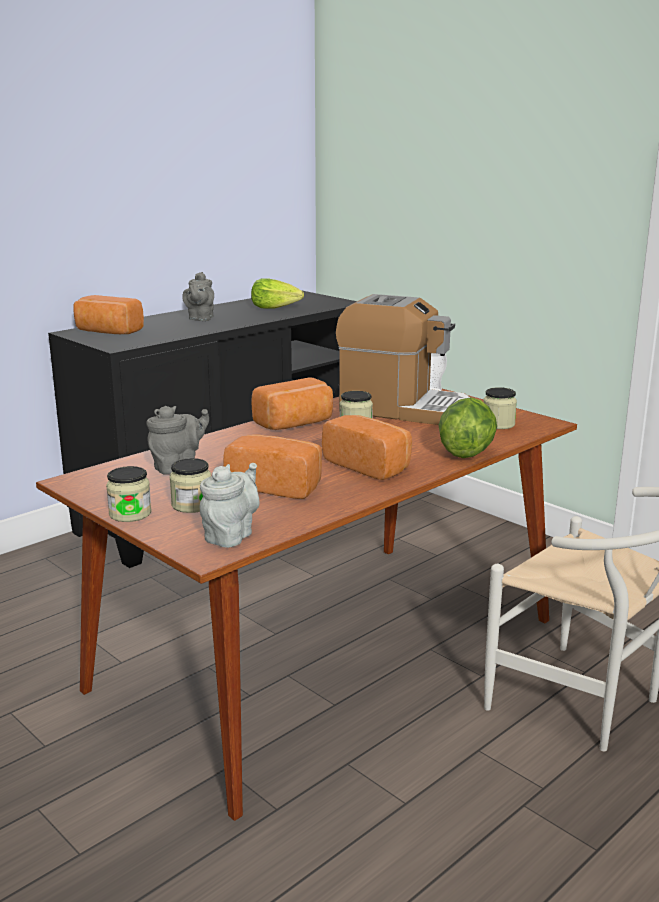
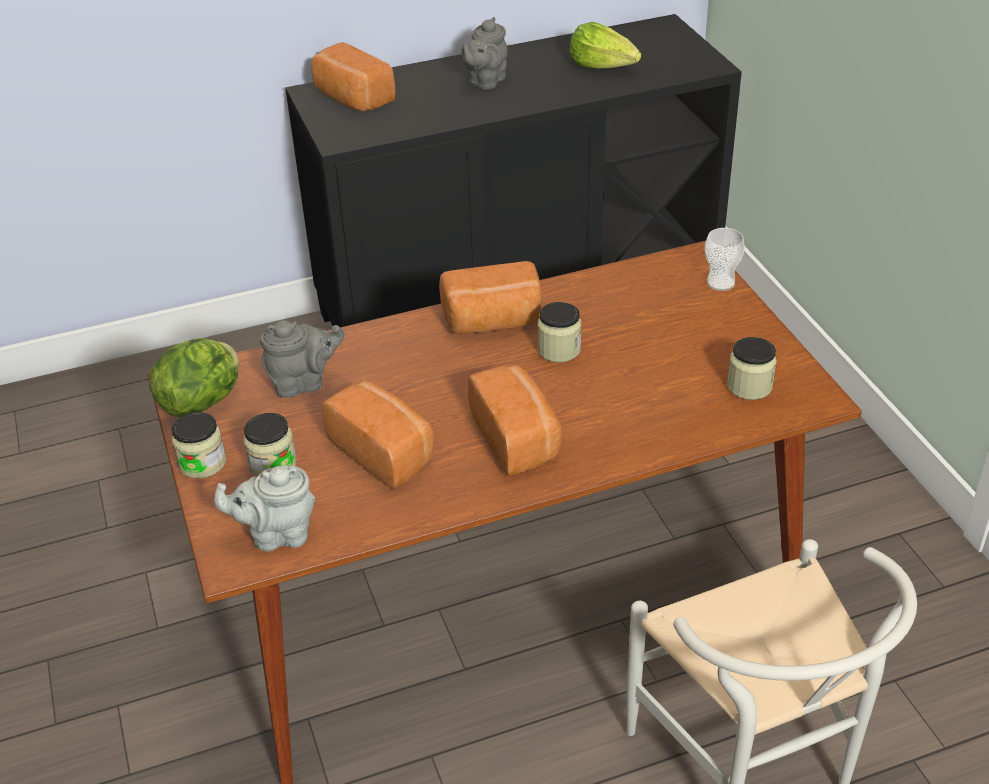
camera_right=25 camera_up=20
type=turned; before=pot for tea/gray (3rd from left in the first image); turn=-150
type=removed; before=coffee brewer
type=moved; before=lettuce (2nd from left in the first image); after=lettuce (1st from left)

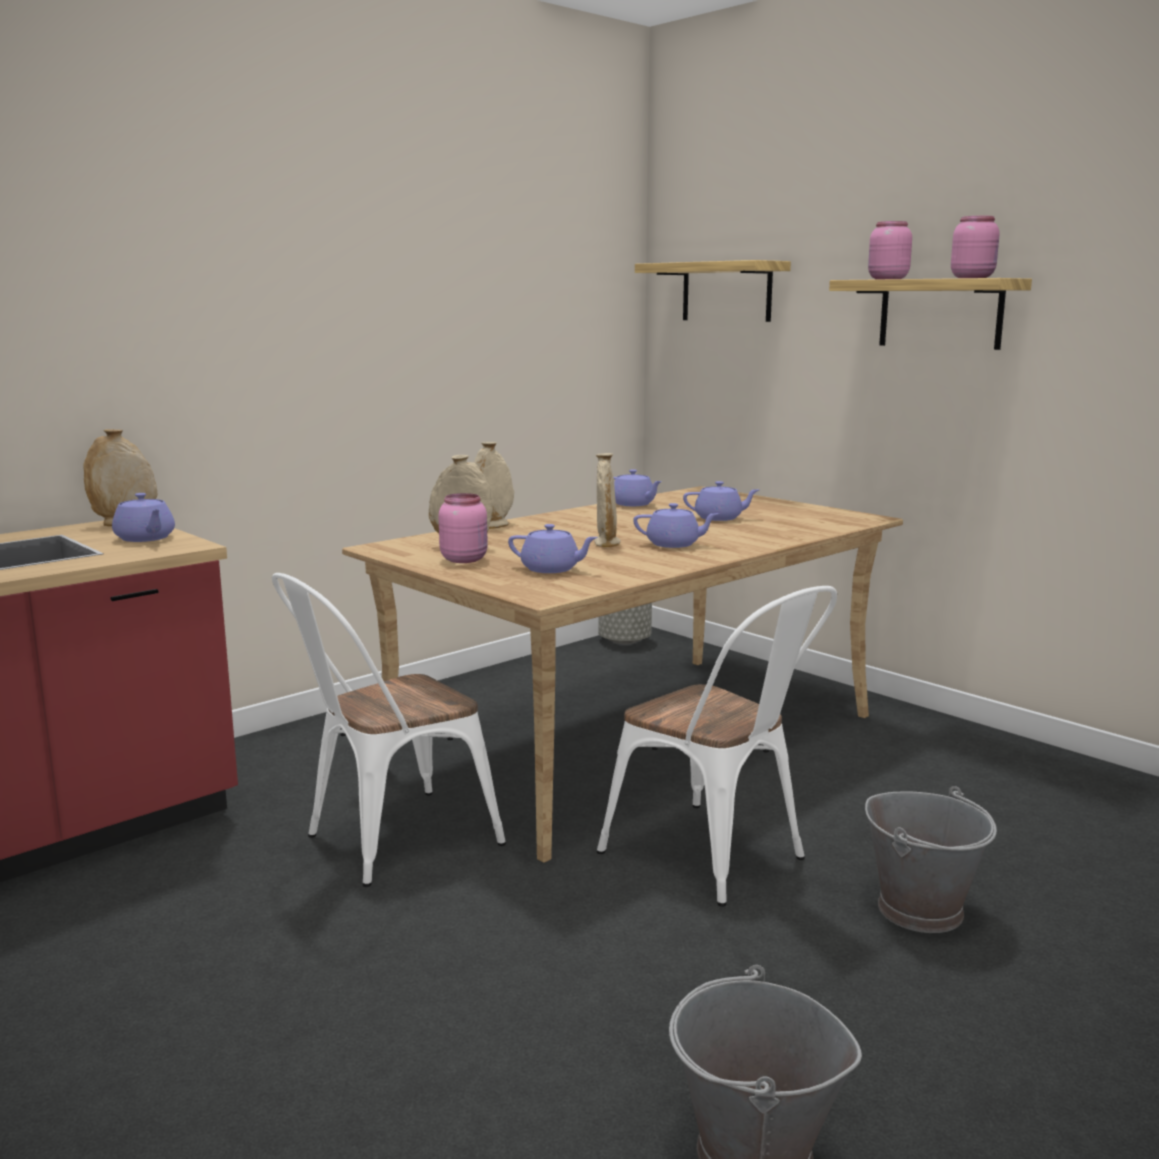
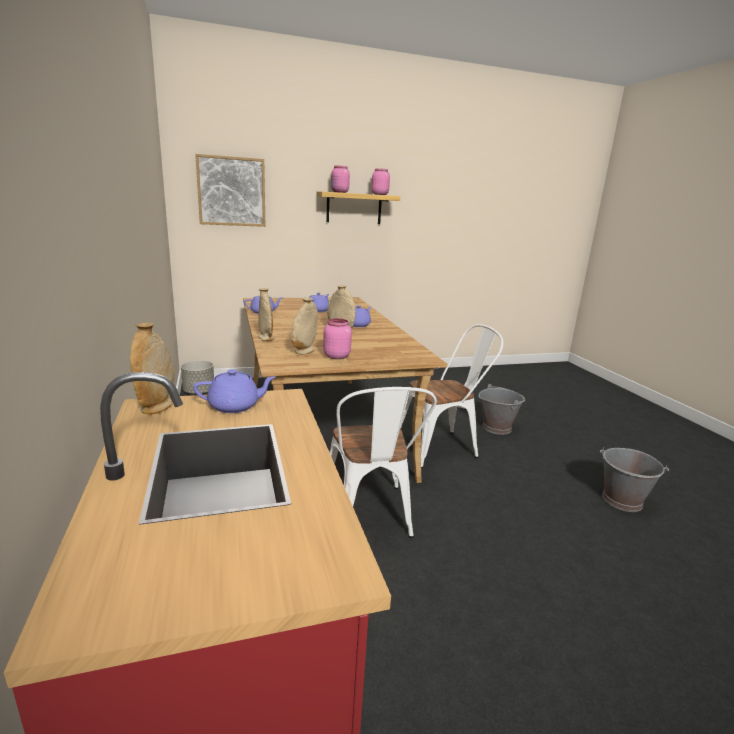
camera_right=-65 camera_up=5
type=removed; before=pot for tea/purple (2nd from left)
type=replaced; before=shelf (1st from left); after=wall picture

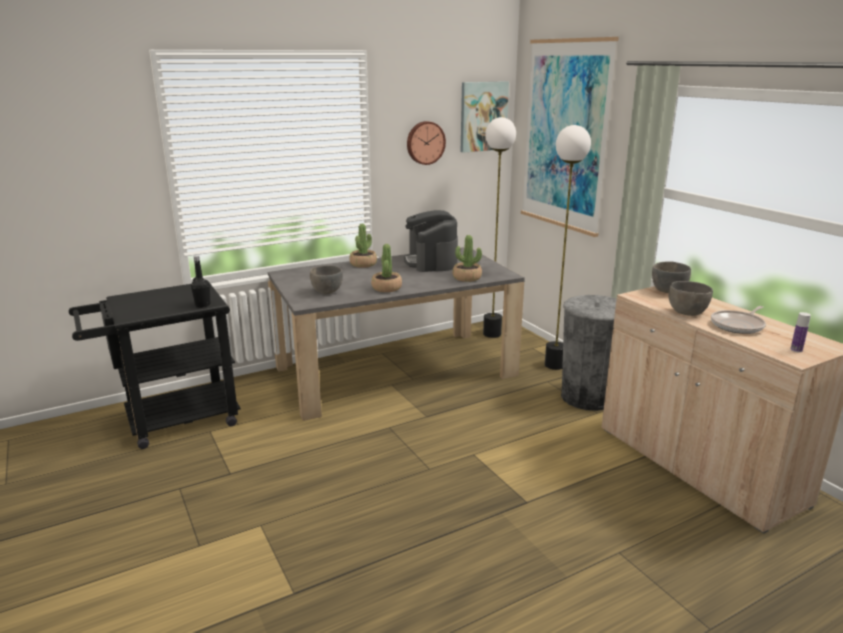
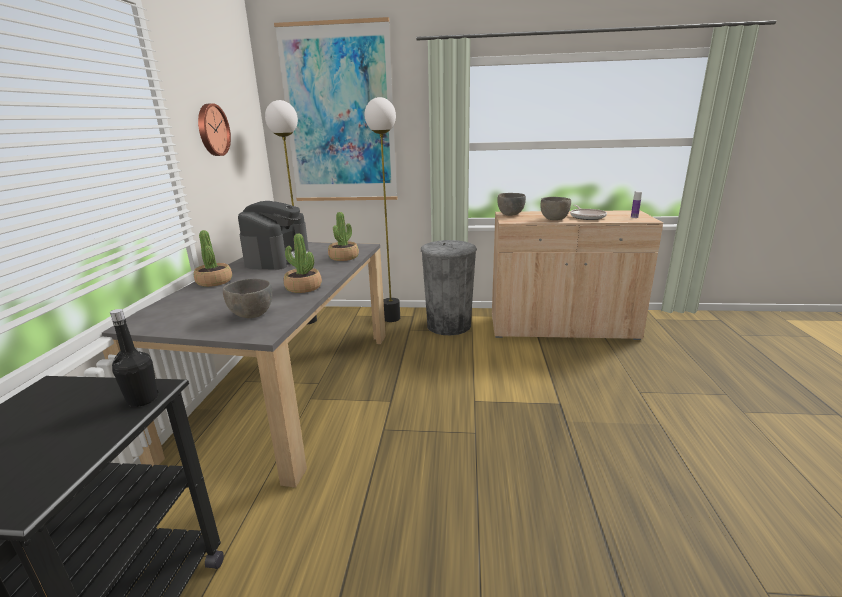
camera_right=-55 camera_up=0
type=turned; before=coffee brewer; turn=-105
type=removed; before=wall picture (1st from left)

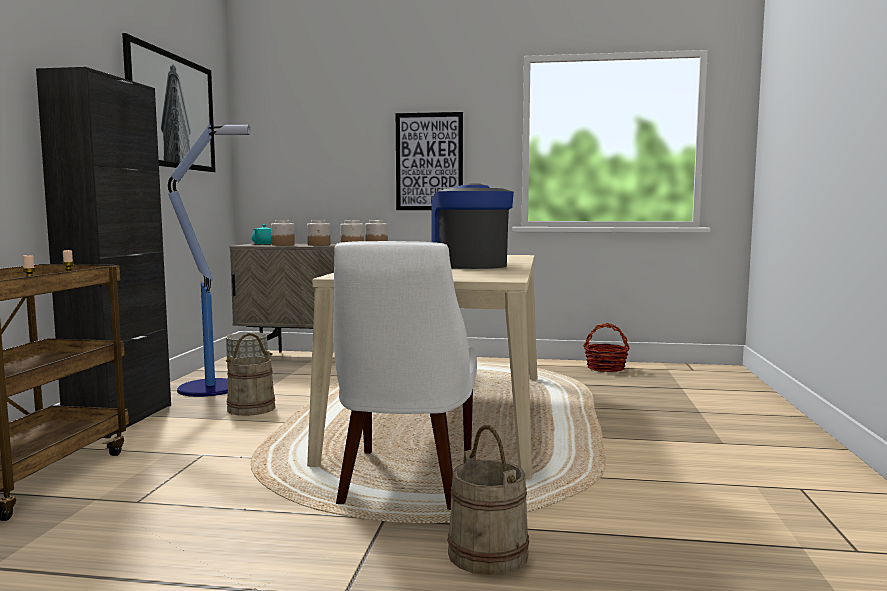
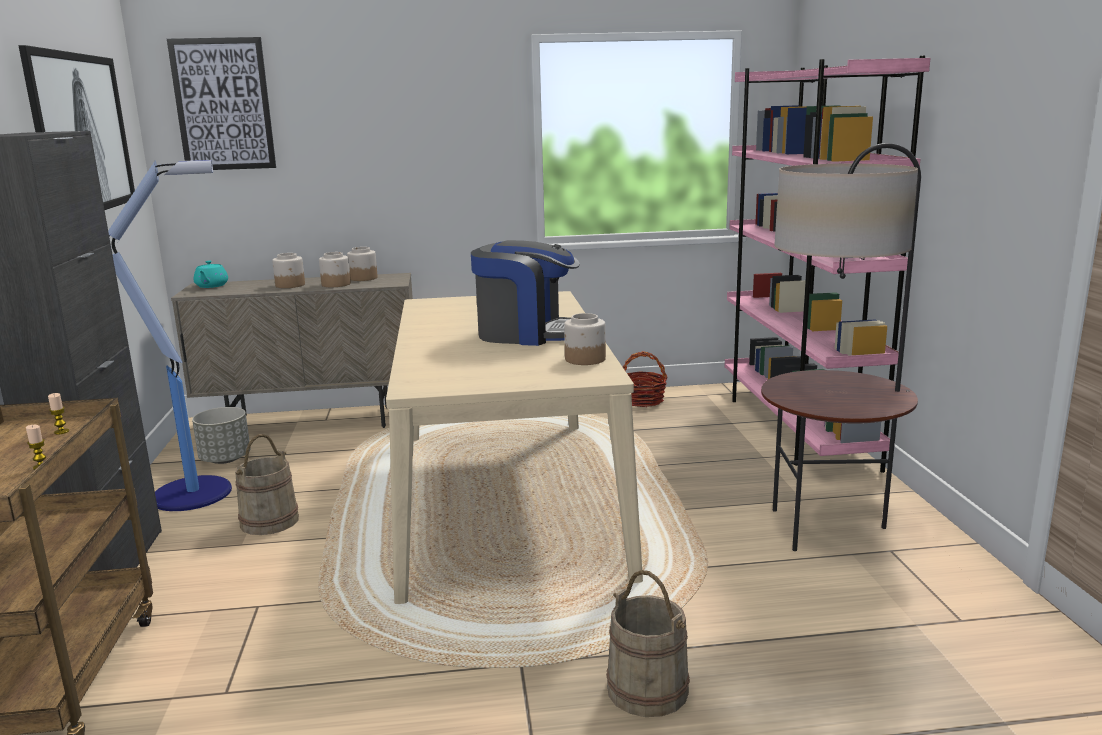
camera_right=-15 camera_up=10
type=moved; before=storage jar (1st from left in the first image); after=storage jar (4th from left)
type=removed; before=chair/white
type=moved; before=wall picture (2nd from left)
type=turned; before=coffee brewer; turn=135
type=added; after=shelving unit/pink-coloured
type=added; after=standing lamp (2nd from left)

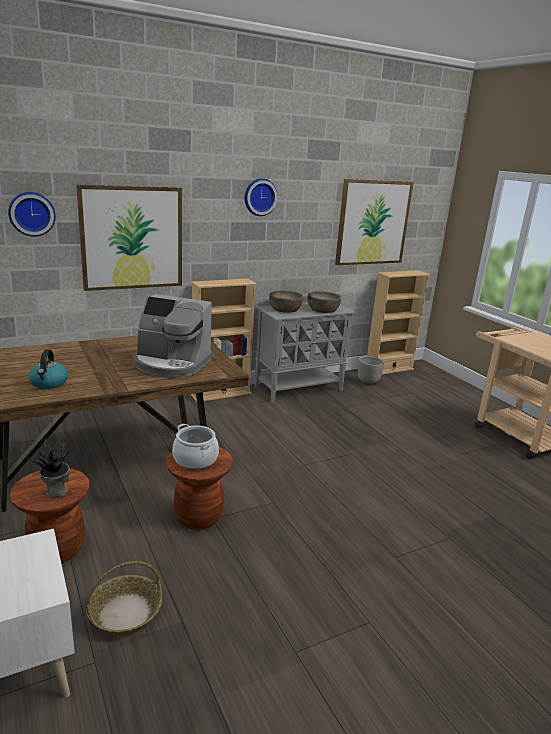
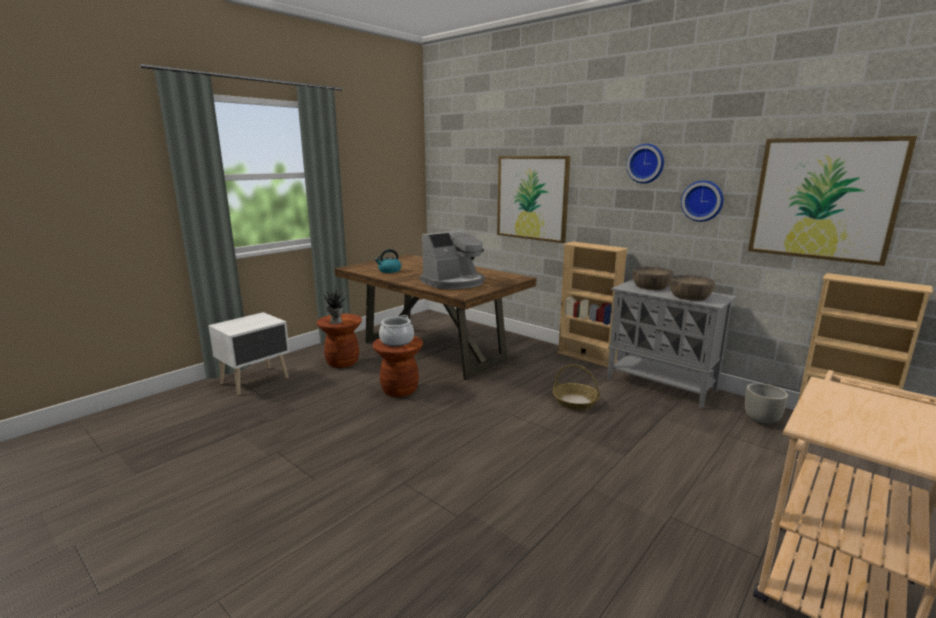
camera_right=70 camera_up=-5
type=moved; before=hanging clock (1st from left in the first image); after=hanging clock (2nd from left)
type=moved; before=basket
type=turned; before=coffee brewer; turn=-120

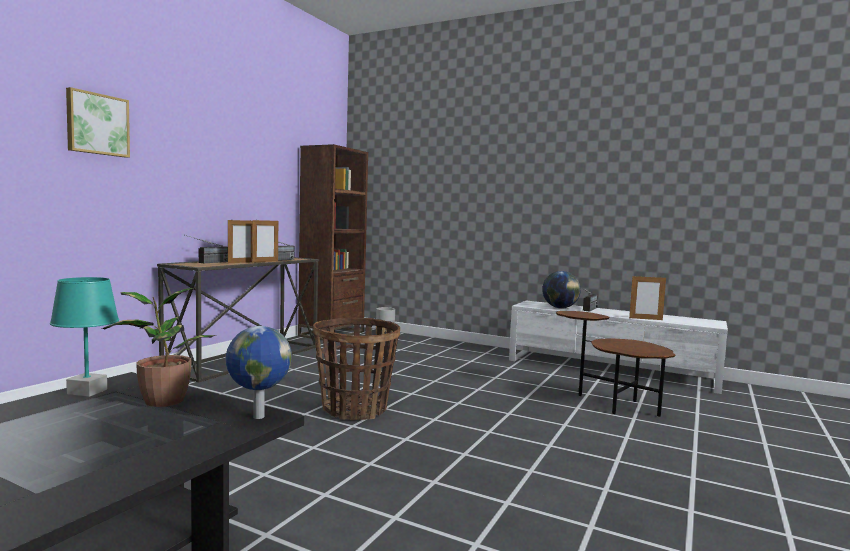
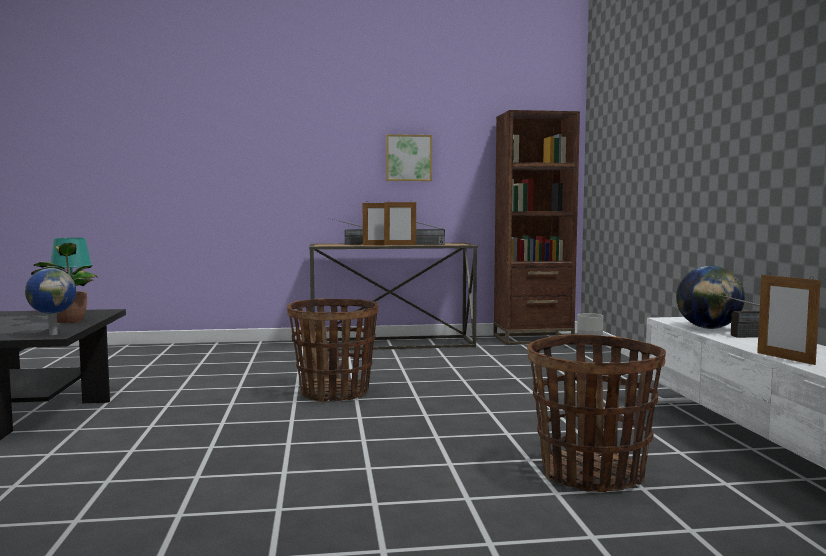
camera_right=55 camera_up=0
type=moved; before=wall picture
type=replaced; before=end table/brownish; after=basket (2nd from left)

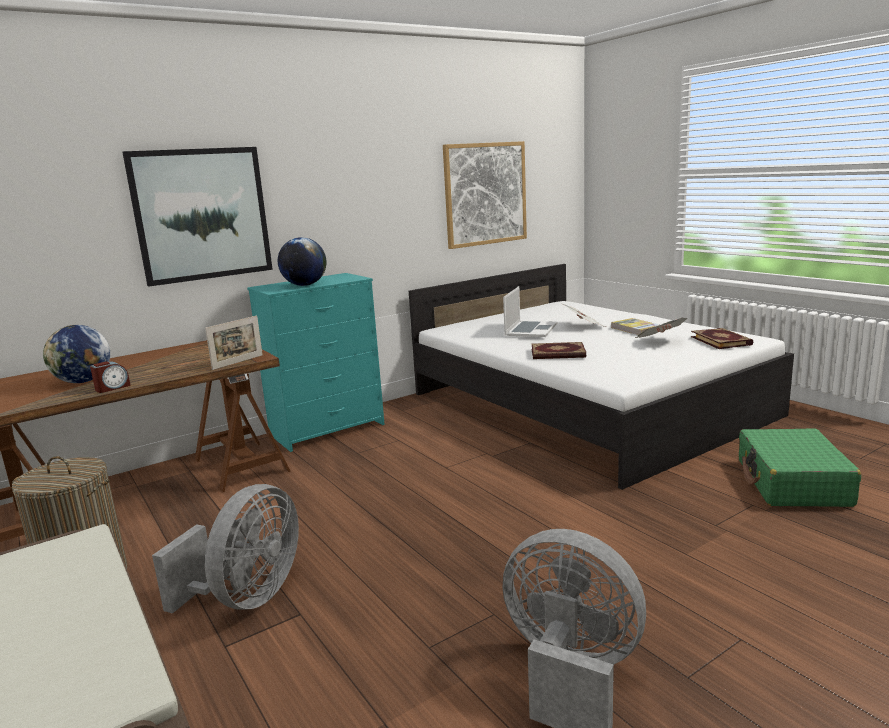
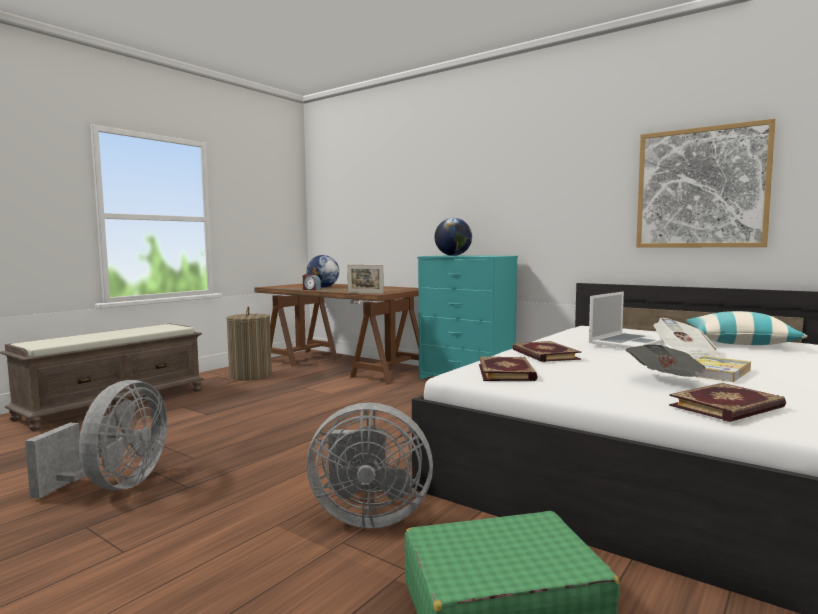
camera_right=70 camera_up=-10
type=removed; before=wall picture (1st from left)
type=moved; before=cooling fan/gray (1st from left in the first image); after=cooling fan/gray (2nd from left)
type=turned; before=laptop; turn=-45
type=added; after=book (1st from left)
type=added; after=pillow

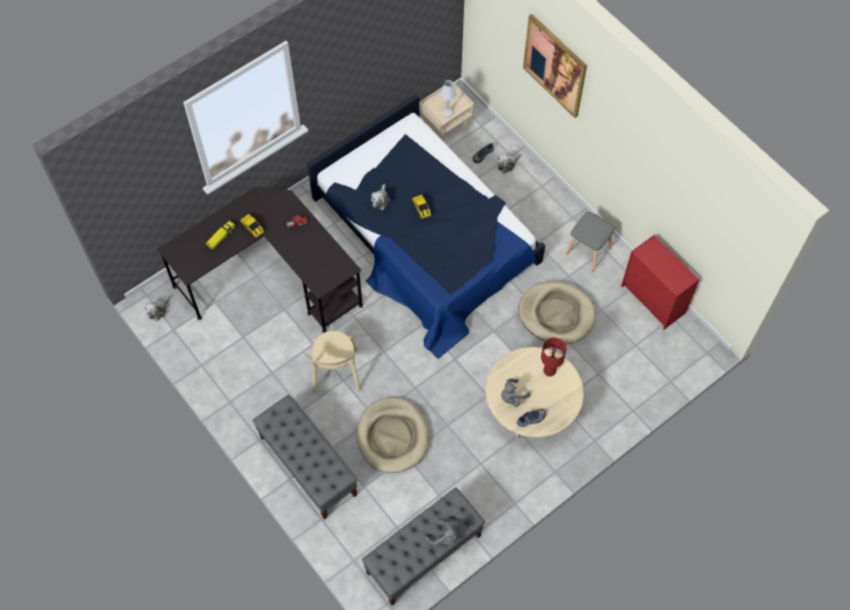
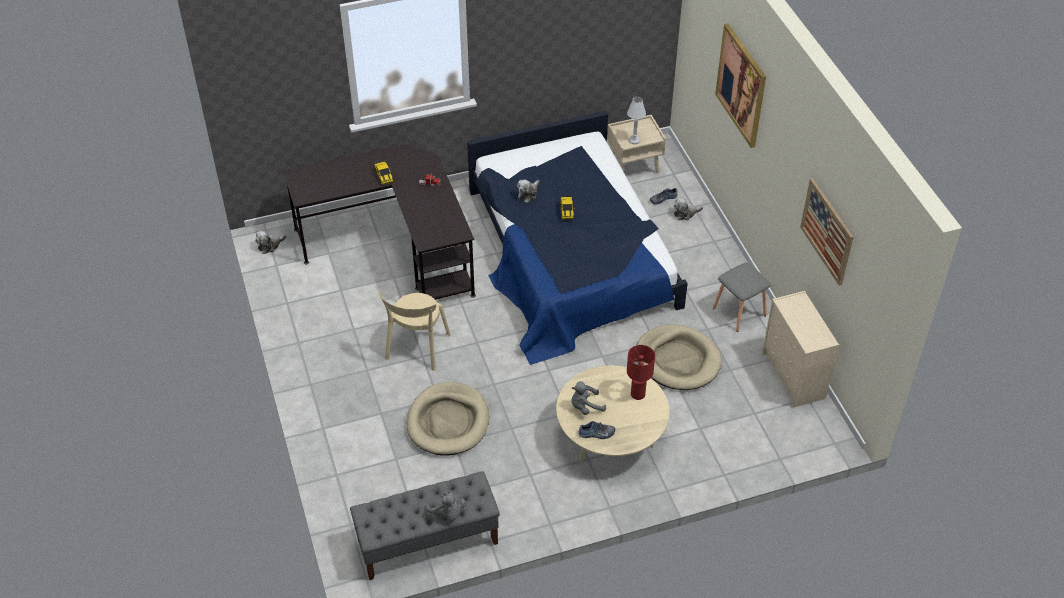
camera_right=20 camera_up=-15
type=removed; before=toy lorry (1st from left)
type=removed; before=long seat/gray (1st from left)
type=recoloured; before=drawer chest/red-coloured; after=drawer chest/beige
type=added; after=wall picture (2nd from left)

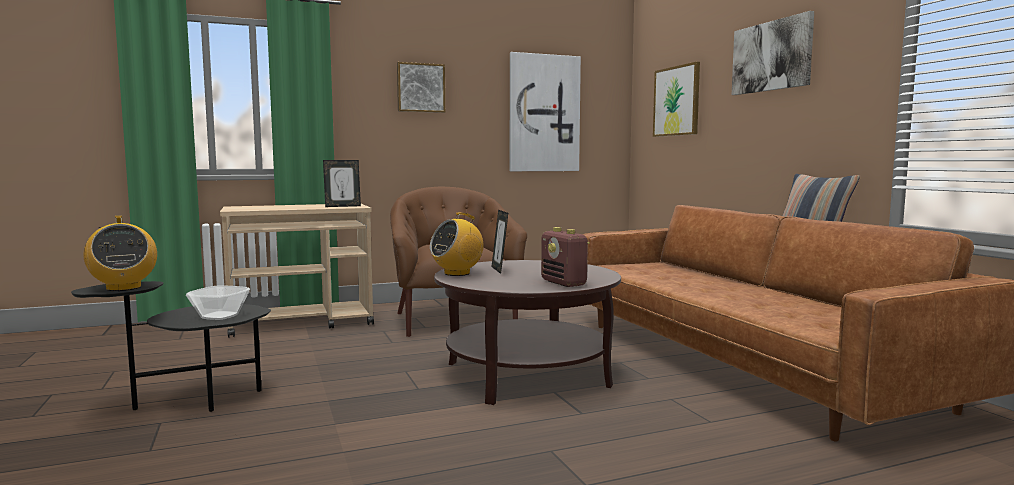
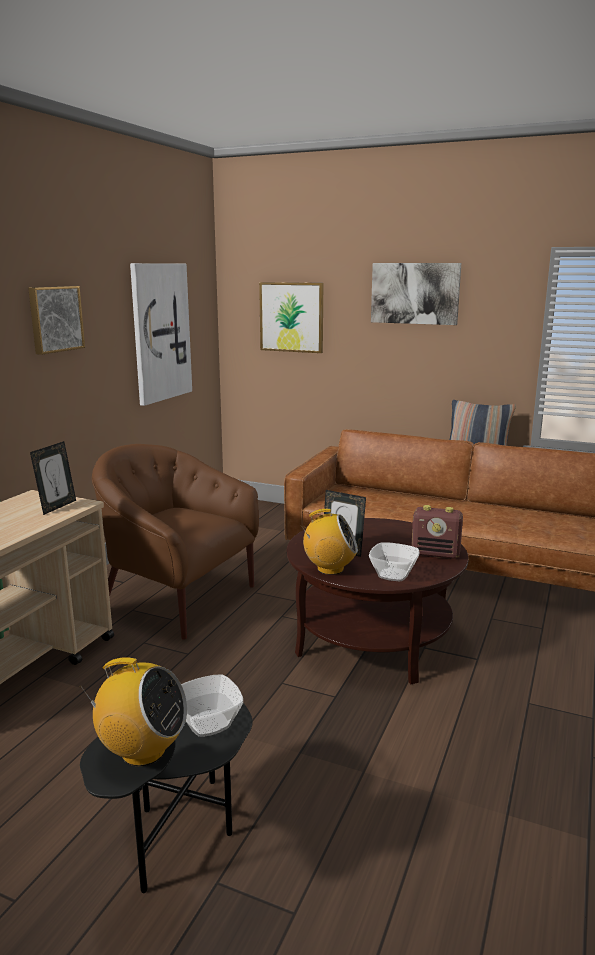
camera_right=-45 camera_up=10
type=turned; before=radio set (2nd from left); turn=-90
type=added; after=deep dish (2nd from left)

